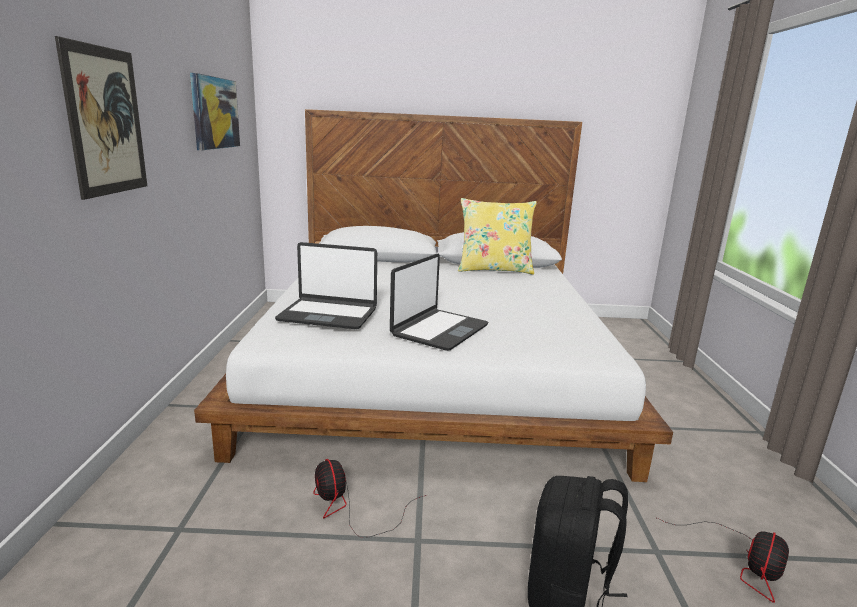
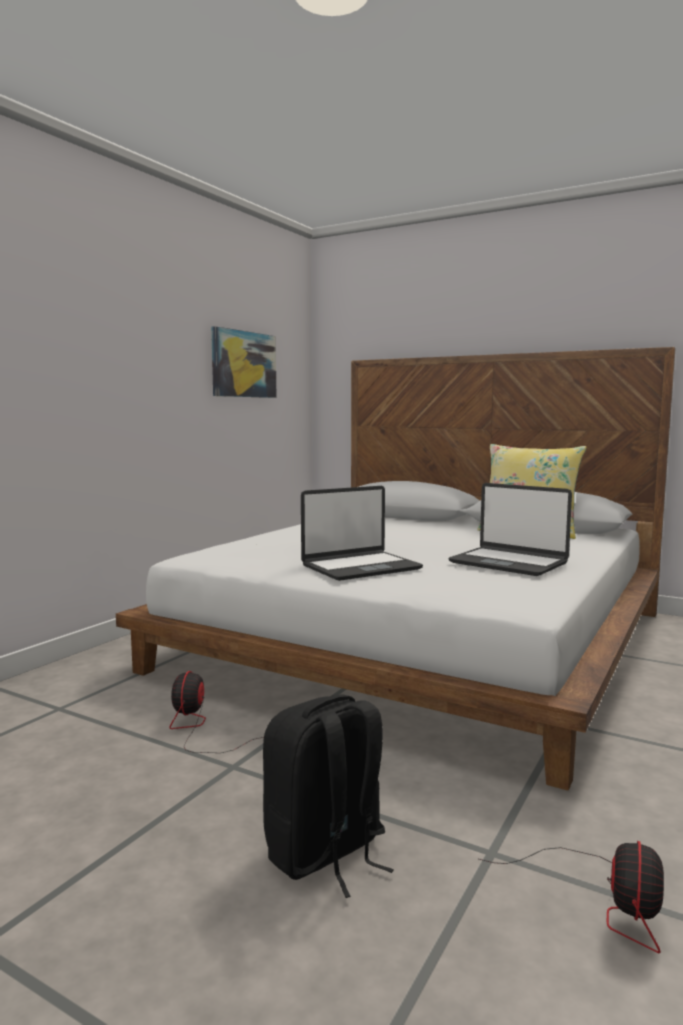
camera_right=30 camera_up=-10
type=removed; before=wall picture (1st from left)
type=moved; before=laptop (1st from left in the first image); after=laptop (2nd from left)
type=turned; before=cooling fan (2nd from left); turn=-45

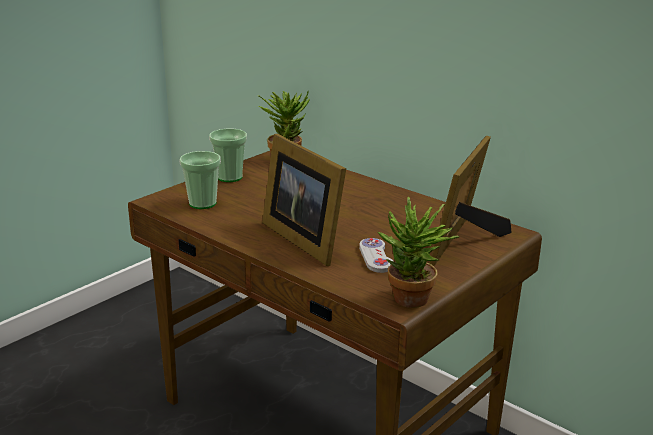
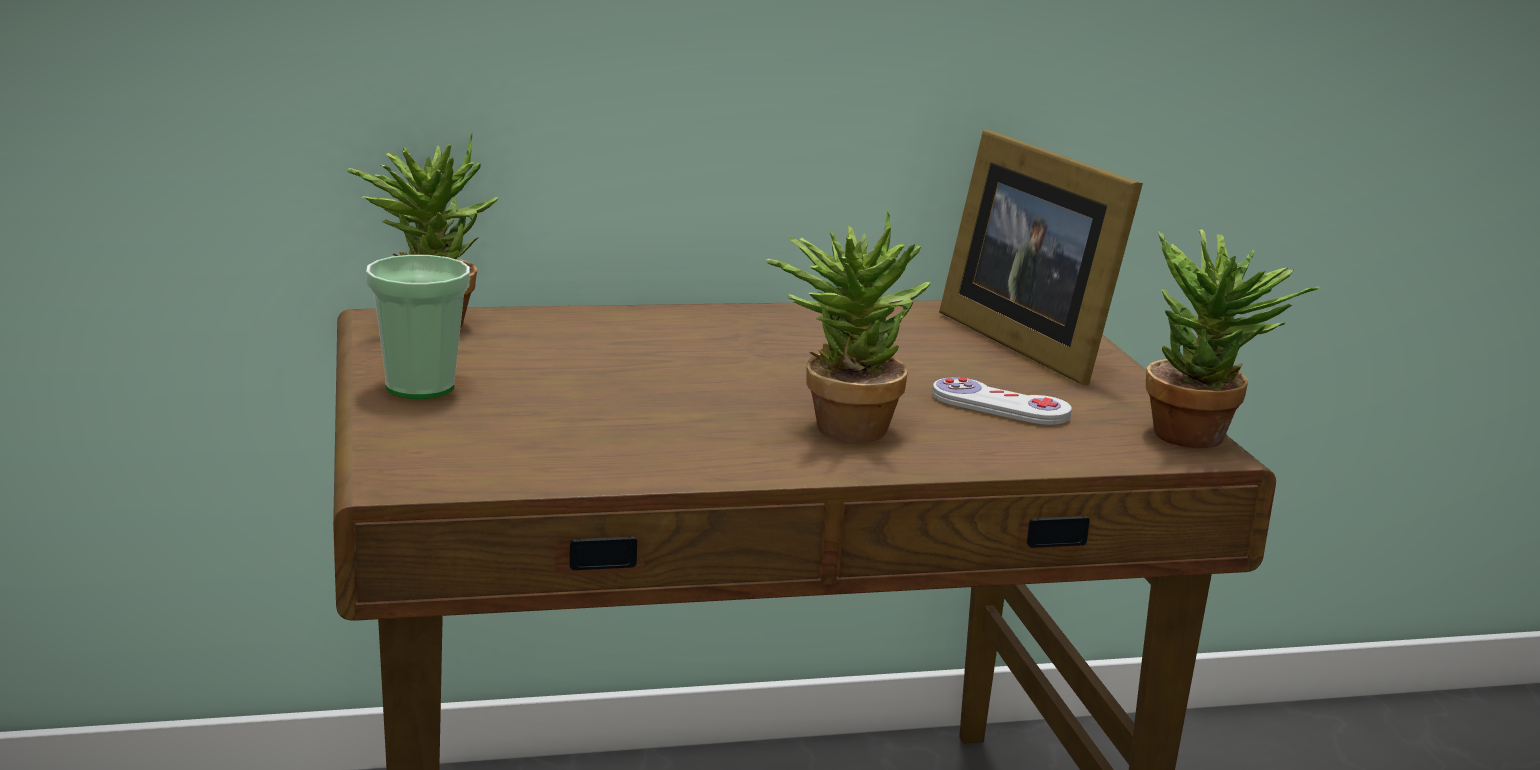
camera_right=-55 camera_up=-5
type=removed; before=small cup (1st from left)
type=replaced; before=standing frame (1st from left); after=plant in a pot (2nd from left)

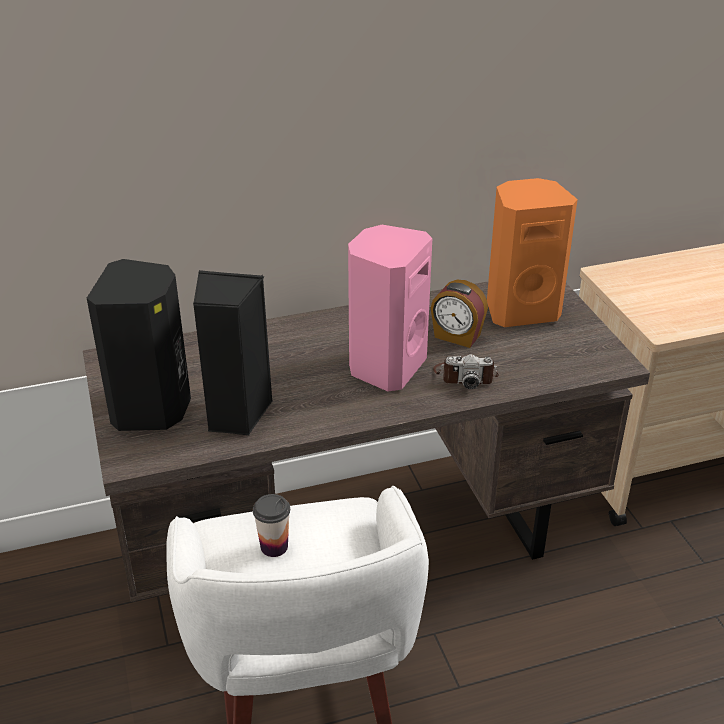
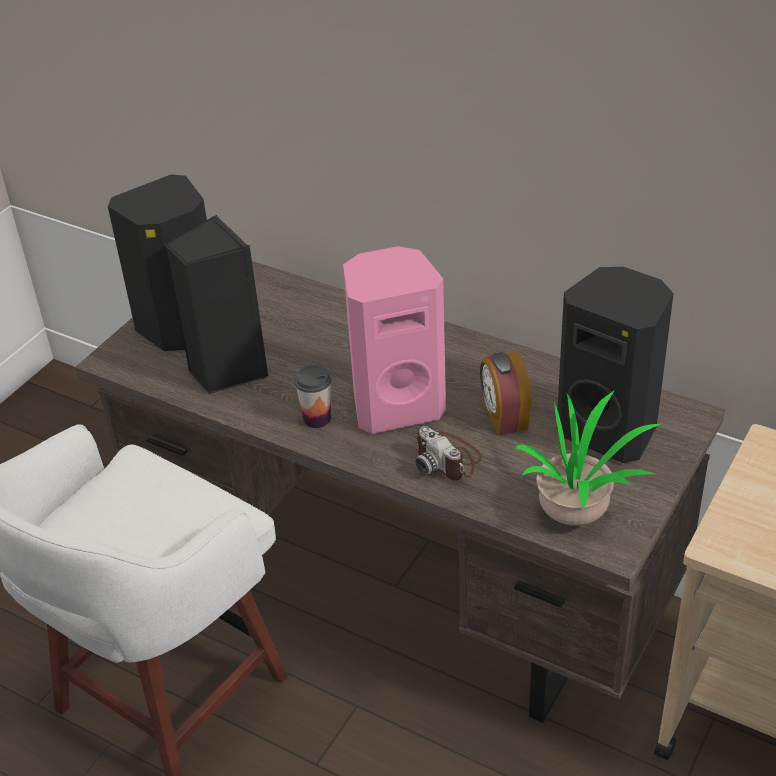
camera_right=50 camera_up=5
type=moved; before=small cup
type=recoloured; before=speaker/orange-coloured; after=speaker/black (3rd from left)
type=added; after=plant in a pot

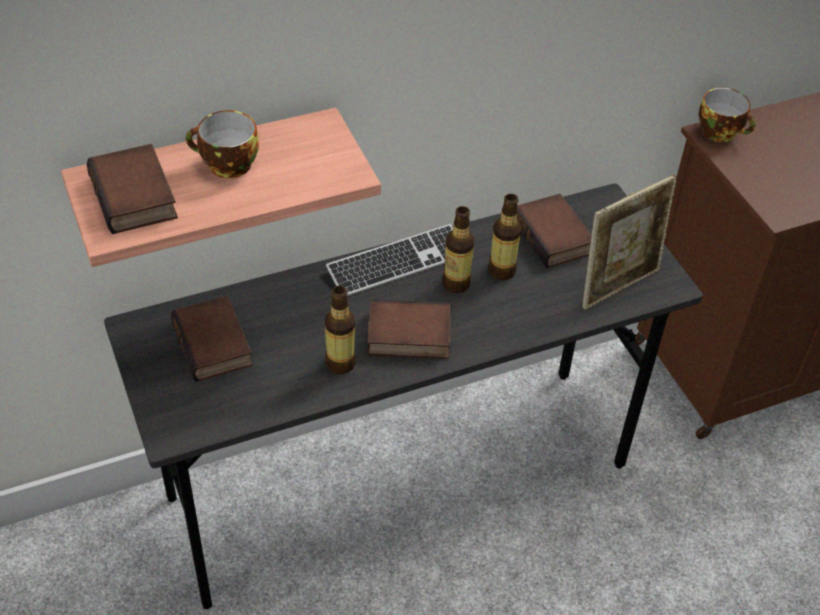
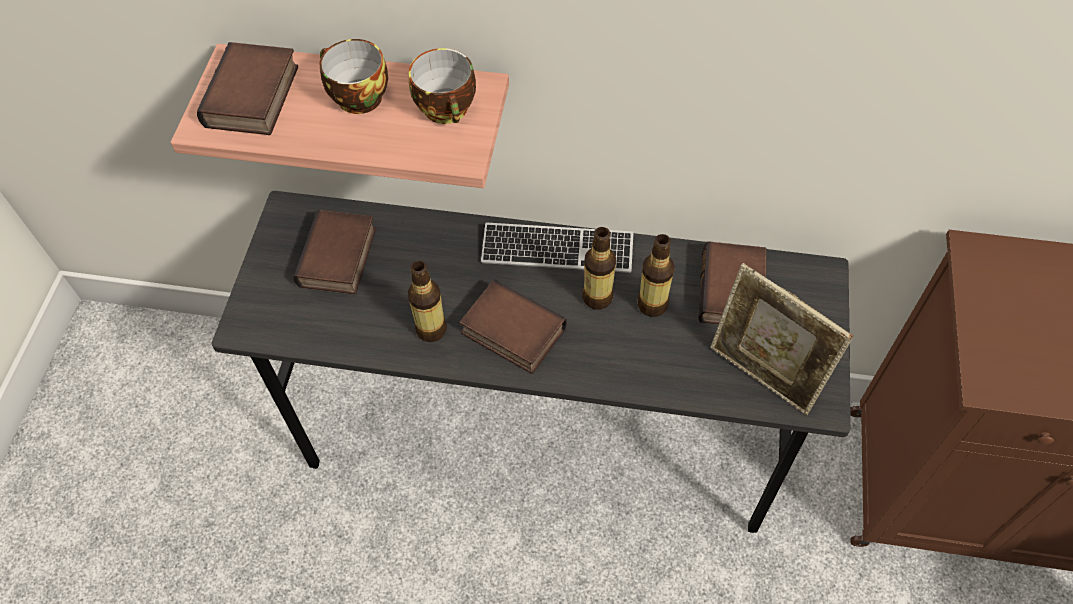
camera_right=35 camera_up=10
type=turned; before=standing frame; turn=45
type=moved; before=small cup (2nd from left)

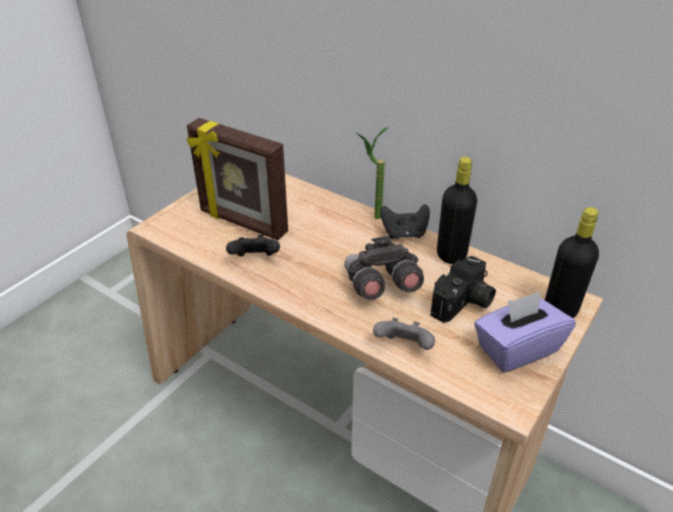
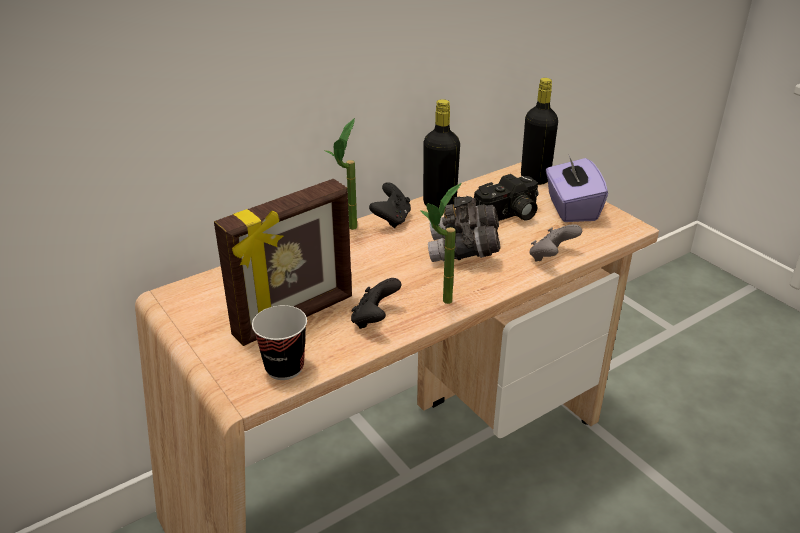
camera_right=-70 camera_up=-5
type=turned; before=still camera; turn=90
type=added; after=small cup
type=added; after=plant in a pot (2nd from left)

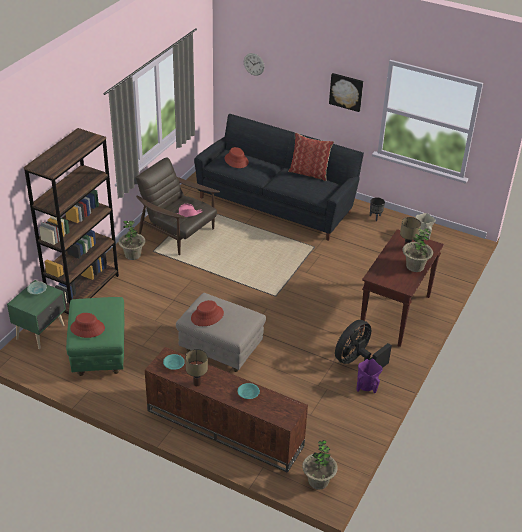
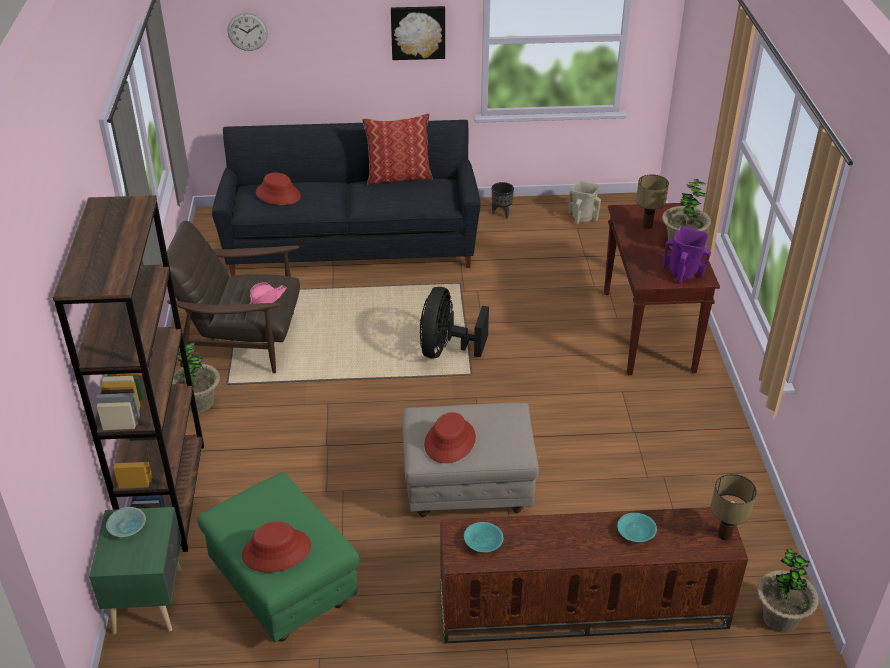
camera_right=-30 camera_up=0
type=moved; before=tabletop lamp (1st from left in the first image); after=tabletop lamp (2nd from left)
type=moved; before=cooling fan/black
type=moved; before=flower vase/purple

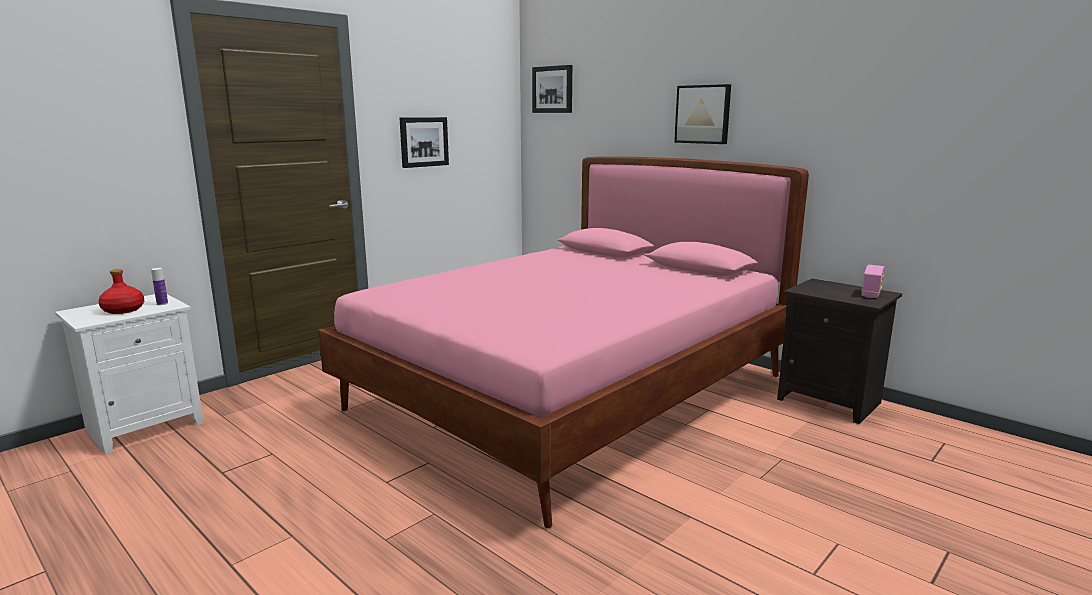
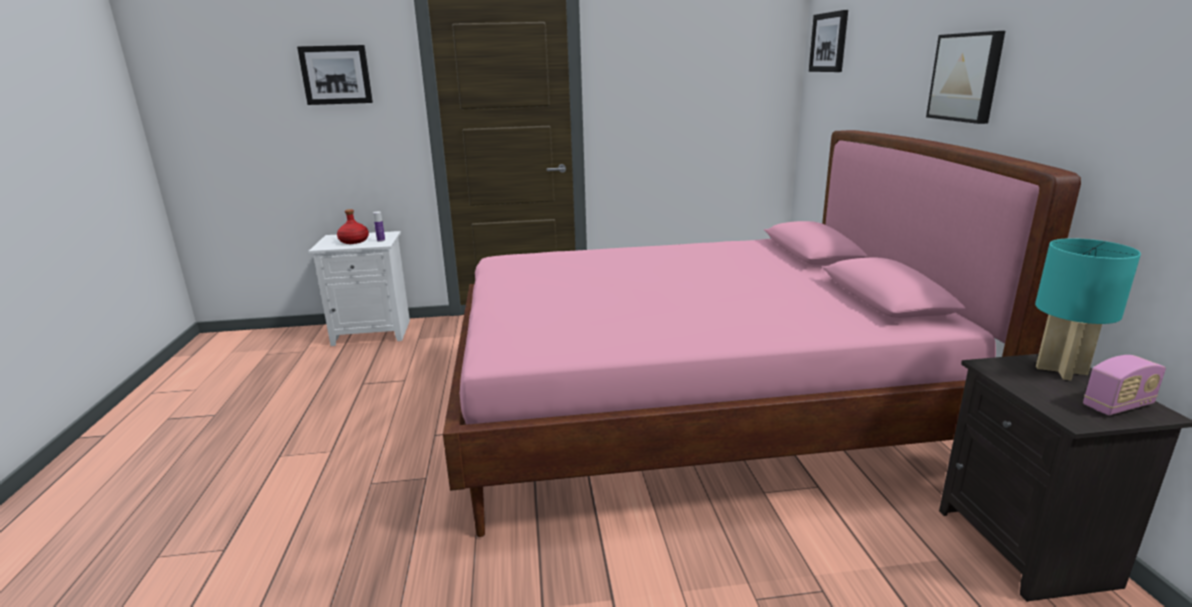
camera_right=40 camera_up=5
type=moved; before=wall picture (1st from left)
type=added; after=tabletop lamp/blue-green

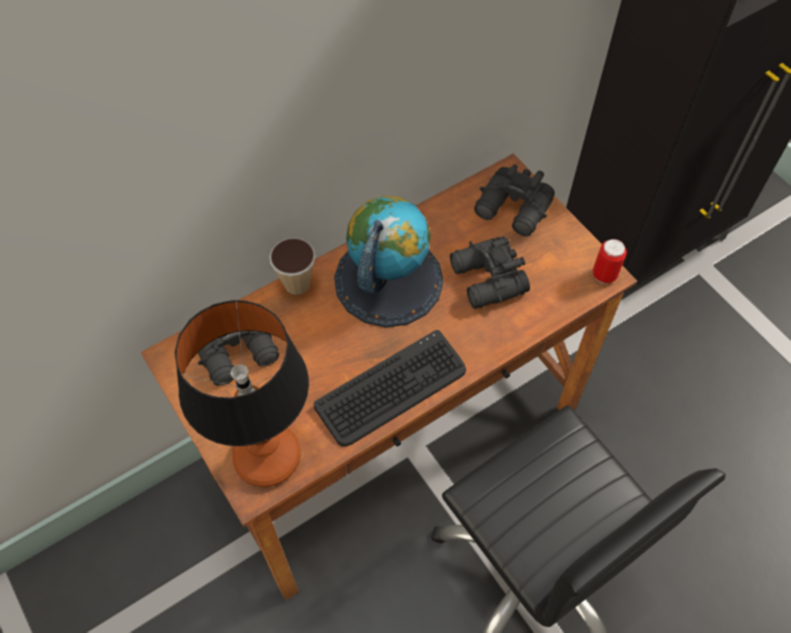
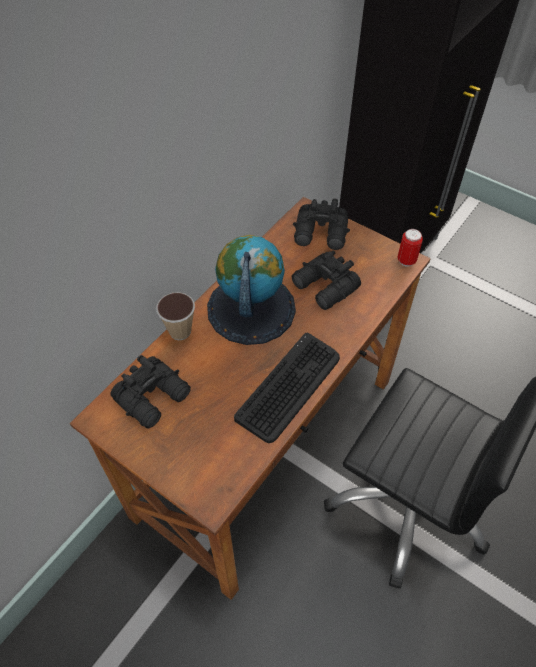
camera_right=-20 camera_up=-5
type=removed; before=tabletop lamp

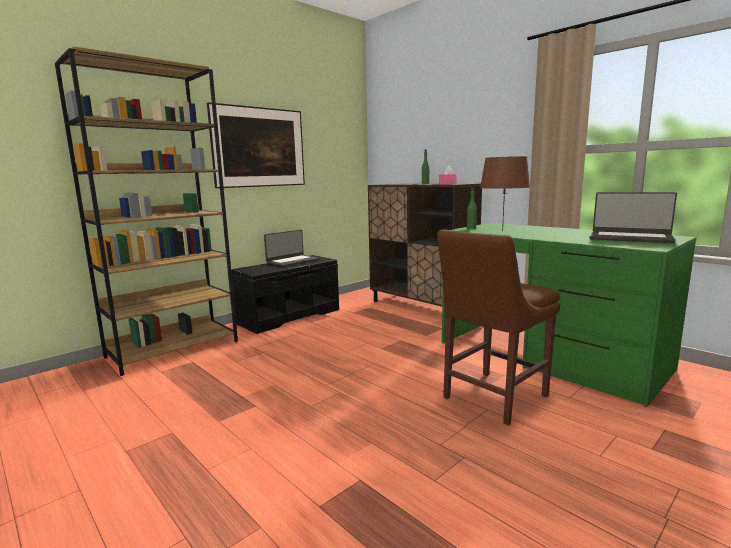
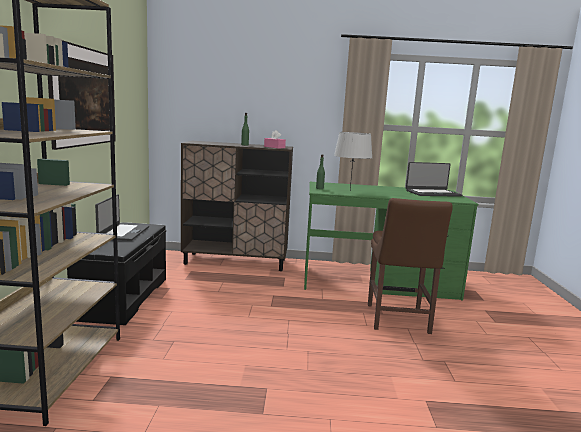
camera_right=-45 camera_up=0
type=recoloured; before=tabletop lamp/brownish; after=tabletop lamp/gray

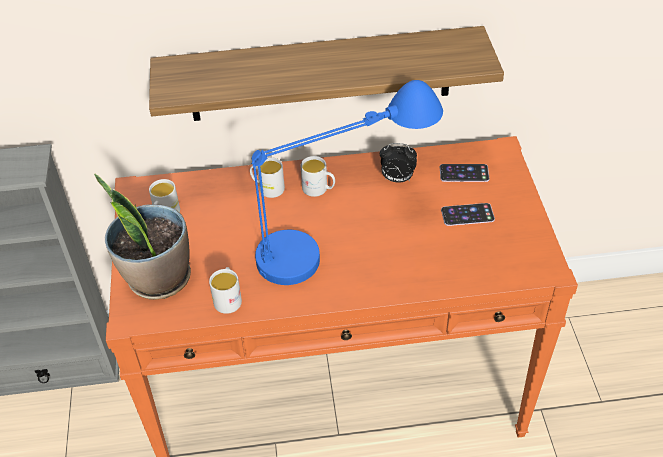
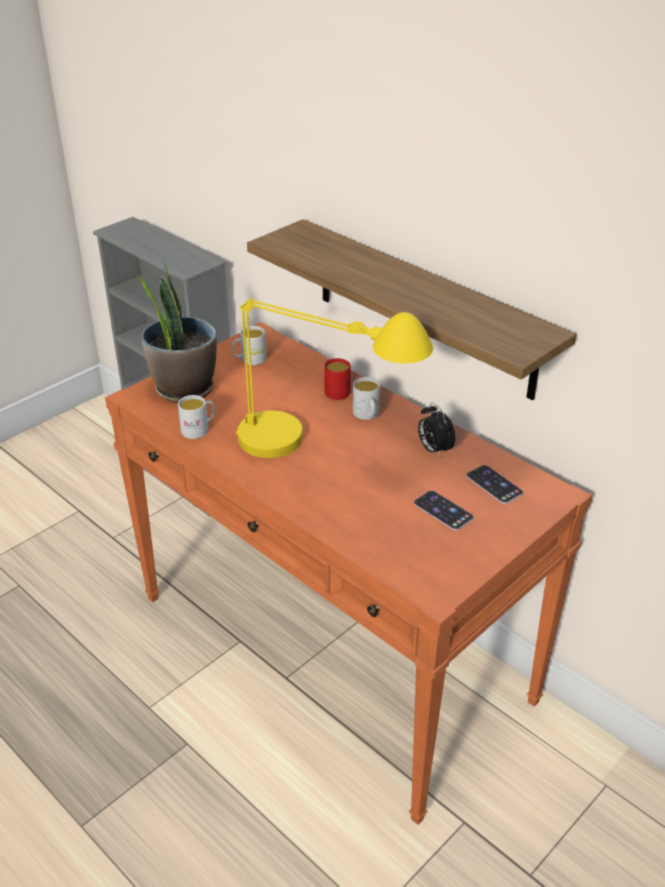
camera_right=50 camera_up=-10
type=recoloured; before=coffee mug/white (3rd from left); after=coffee mug/red-coloured
type=recoloured; before=tabletop lamp/bluish; after=tabletop lamp/yellow

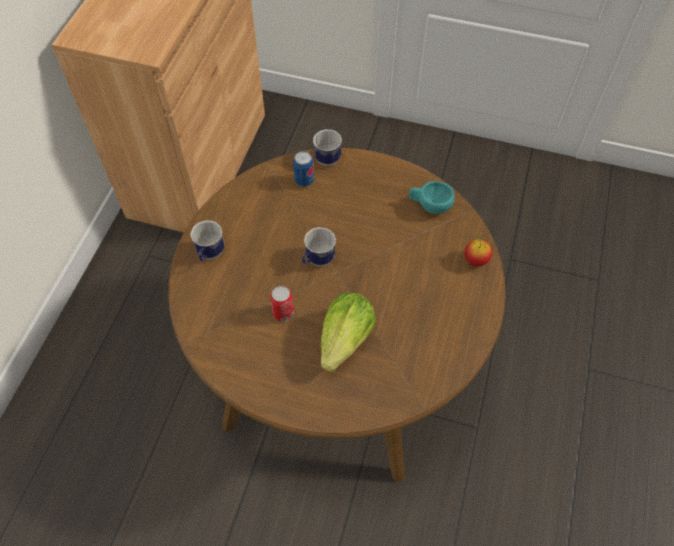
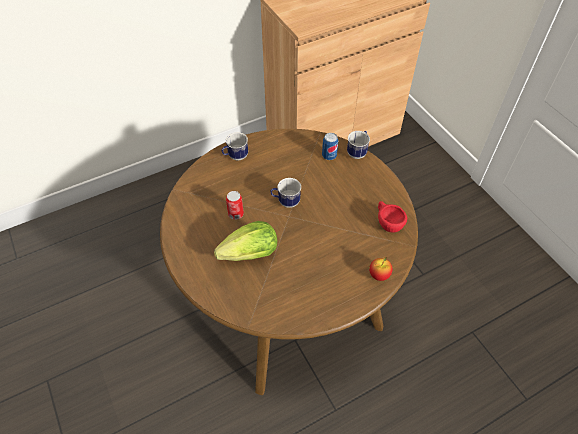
camera_right=45 camera_up=-5
type=recoloured; before=small cup/blue-green; after=small cup/red-coloured

